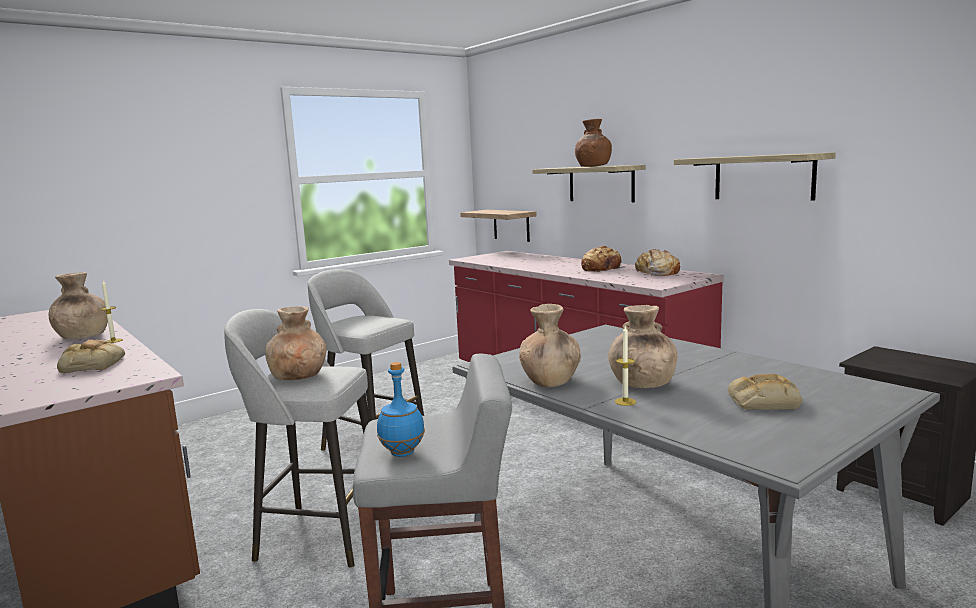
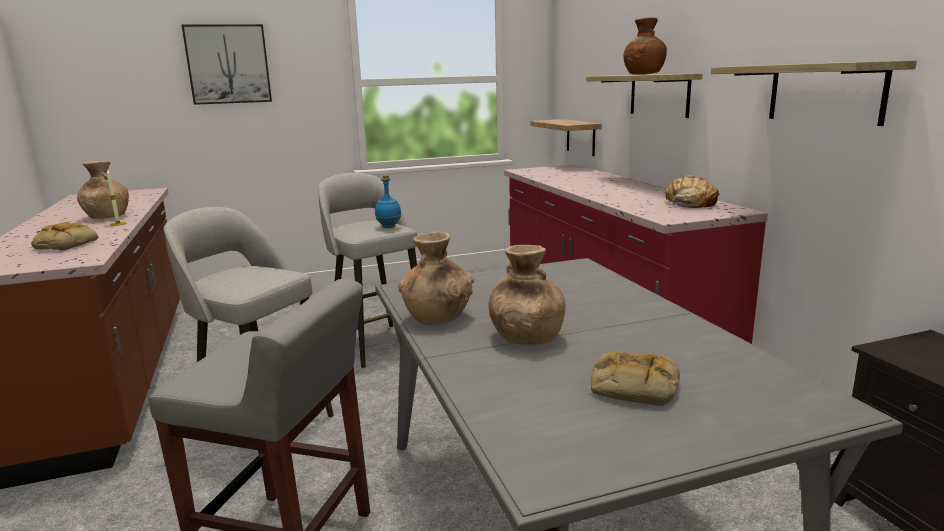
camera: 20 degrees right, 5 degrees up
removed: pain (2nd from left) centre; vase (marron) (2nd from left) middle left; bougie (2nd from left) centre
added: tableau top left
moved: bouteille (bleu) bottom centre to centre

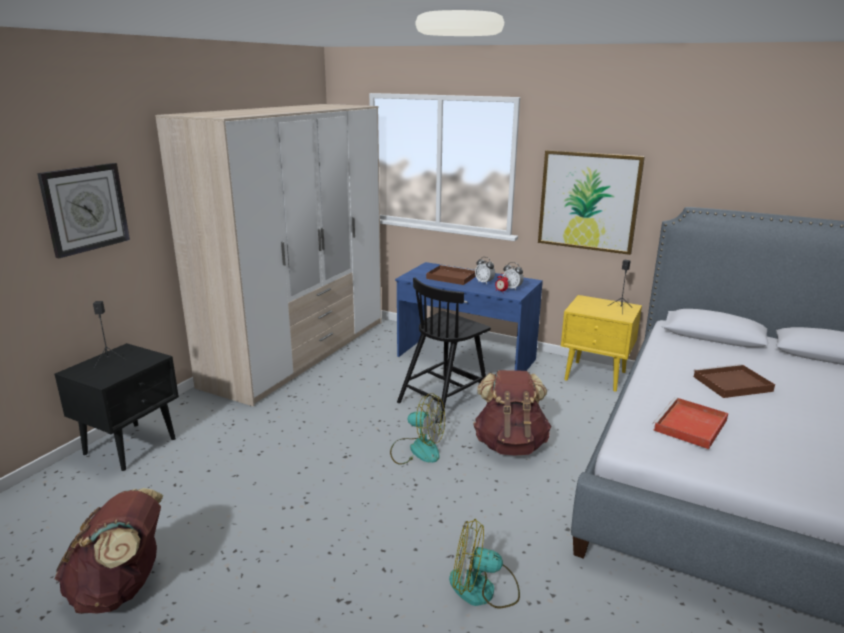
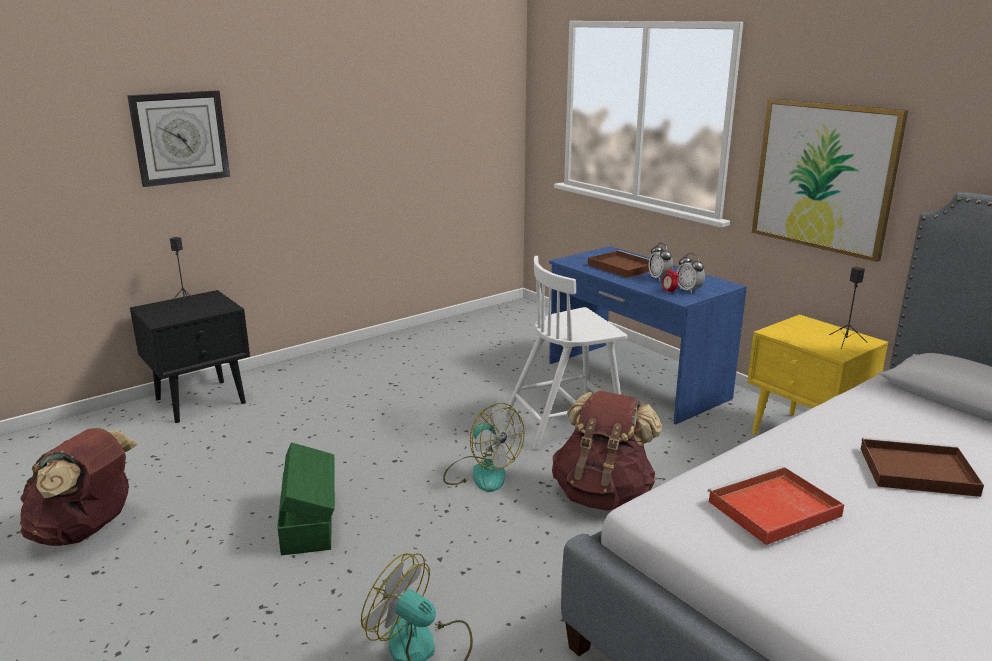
camera: 25 degrees right, 0 degrees up
removed: armoire middle left
added: boîte de rangement (vert) bottom left
recoloured: chaise (noir) centre to chaise (blanc) centre

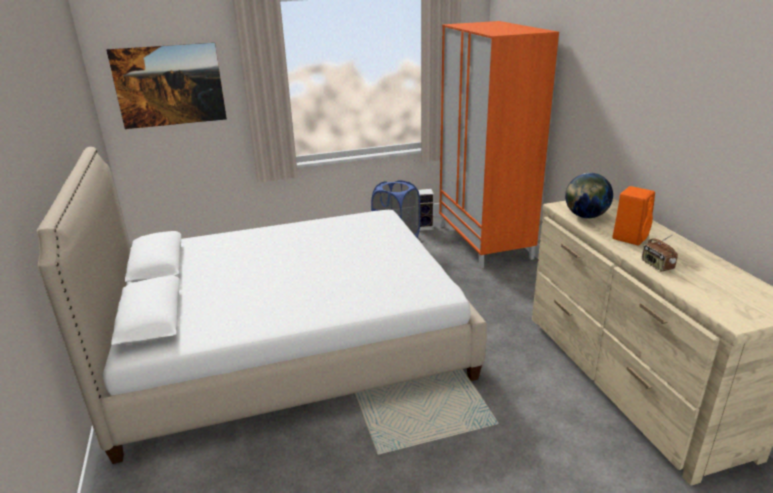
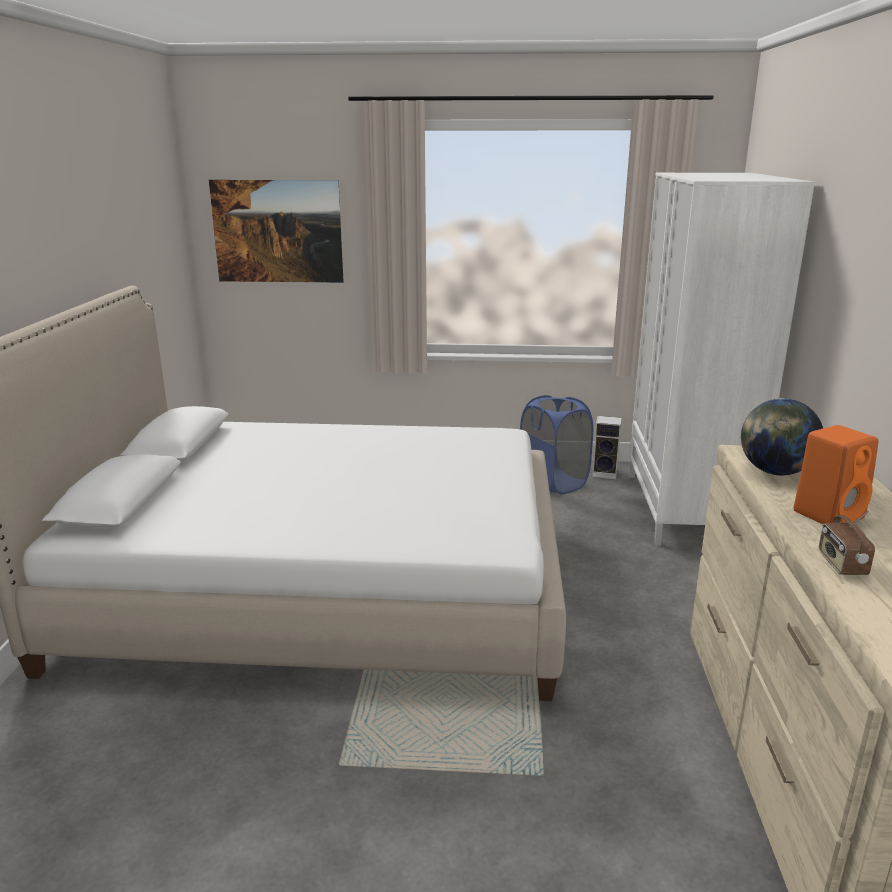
camera: 20 degrees right, 5 degrees down
recoloured: armoire (orange) top centre to armoire (blanc) middle right

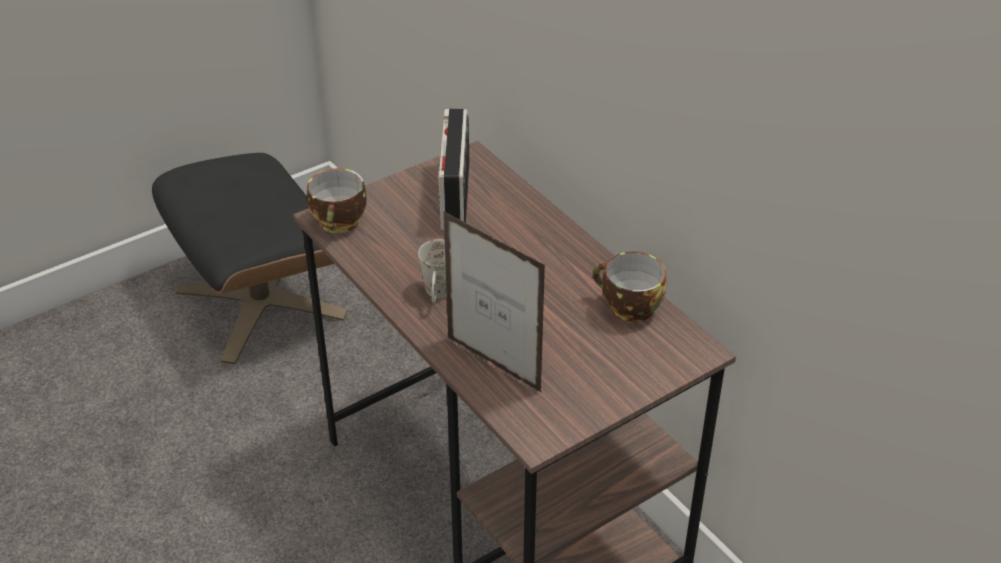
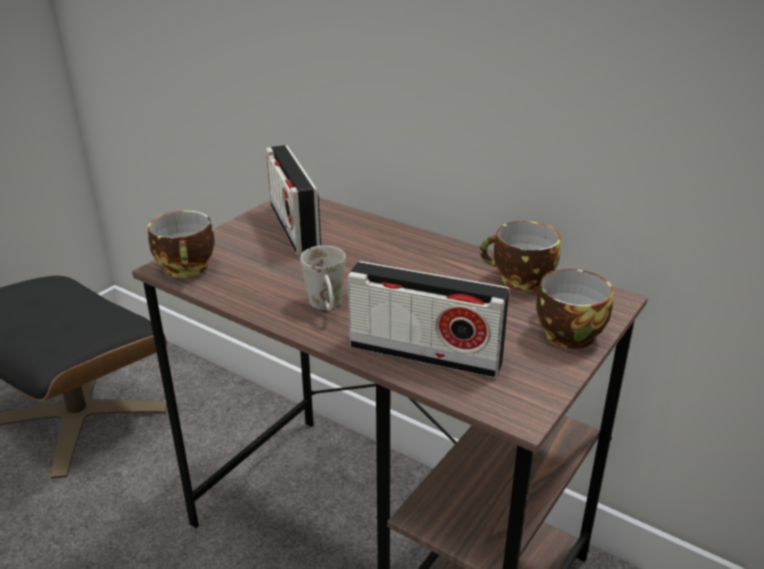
camera: 20 degrees left, 10 degrees down
added: tasse (3rd from left) middle right
replaced: cadre photo centre to radio (2nd from left) centre

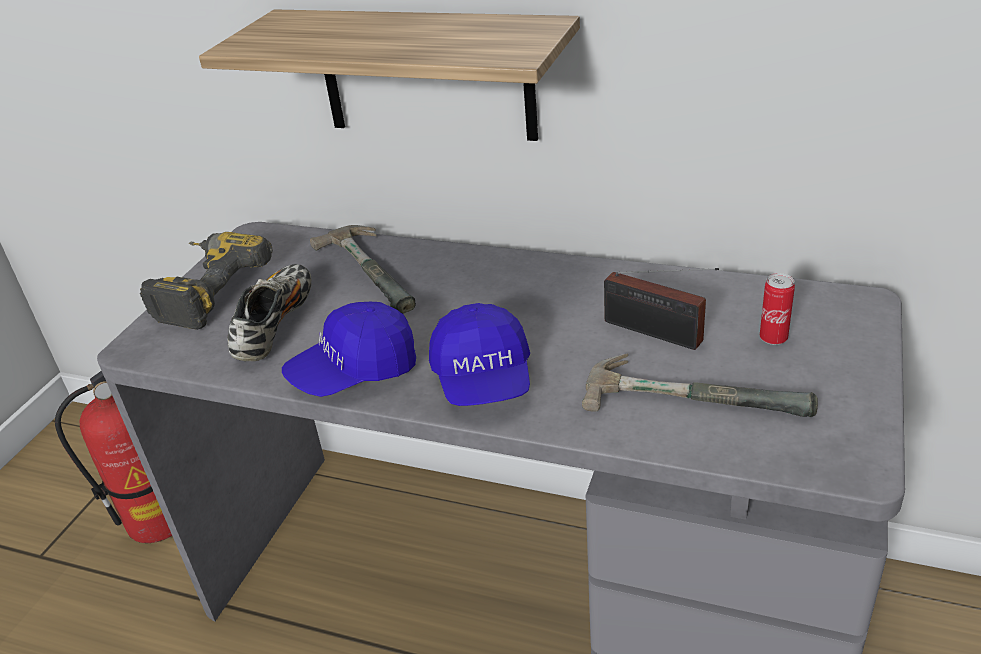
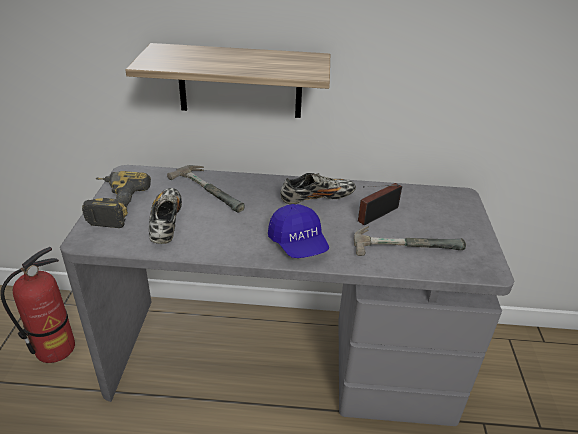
camera: 20 degrees left, 0 degrees up
removed: boîte métallique middle right; casquette (bleu) (1st from left) centre
added: chaussure (2nd from left) centre
turned: radio middle right = centre 120 degrees clockwise

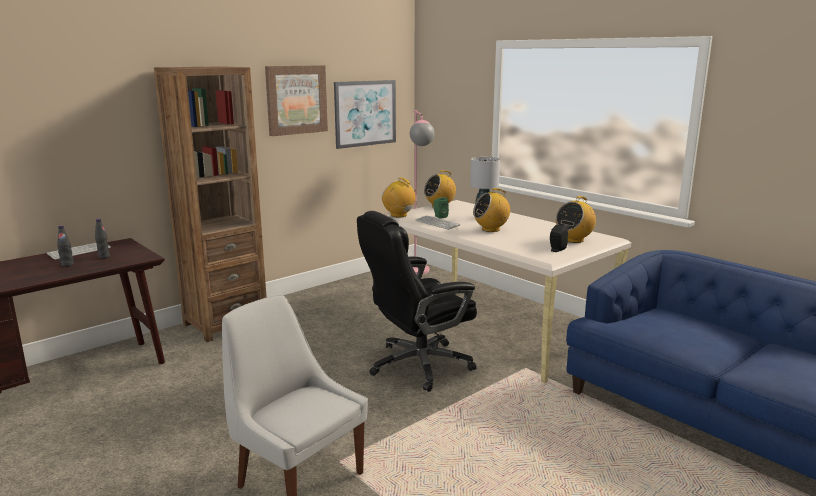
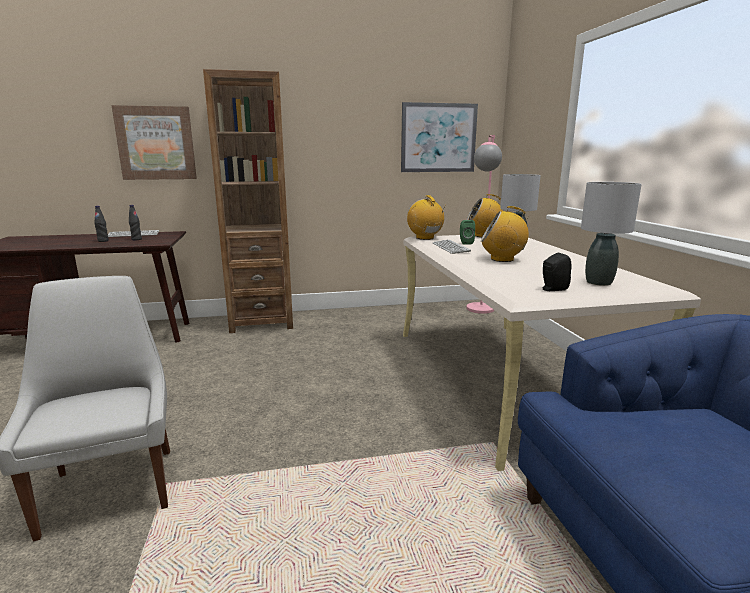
camera: 30 degrees right, 0 degrees up
removed: chaise de bureau (noir) centre
moved: tableau (1st from left) top centre to top left
replaced: radio (4th from left) middle right to lampe de table (gris) (2nd from left) middle right

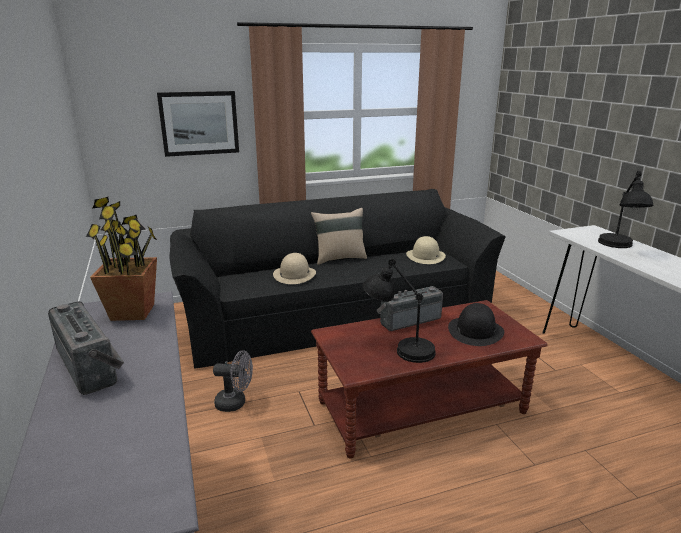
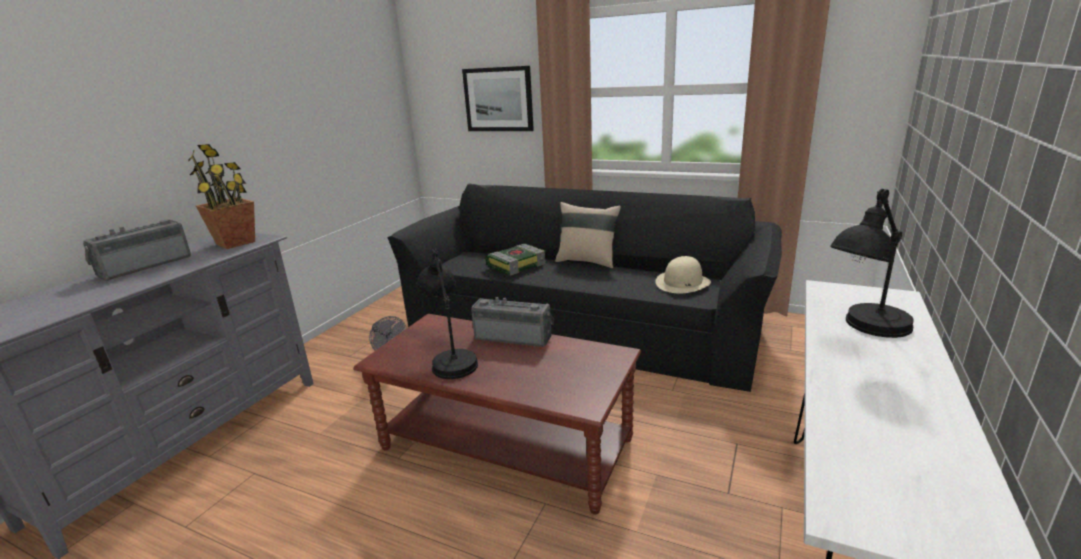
camera: 45 degrees right, 0 degrees up
removed: chapeau (noir) middle right
replaced: chapeau (beige) (1st from left) centre to livre centre
turned: radio (1st from left) middle left = middle left 150 degrees counterclockwise

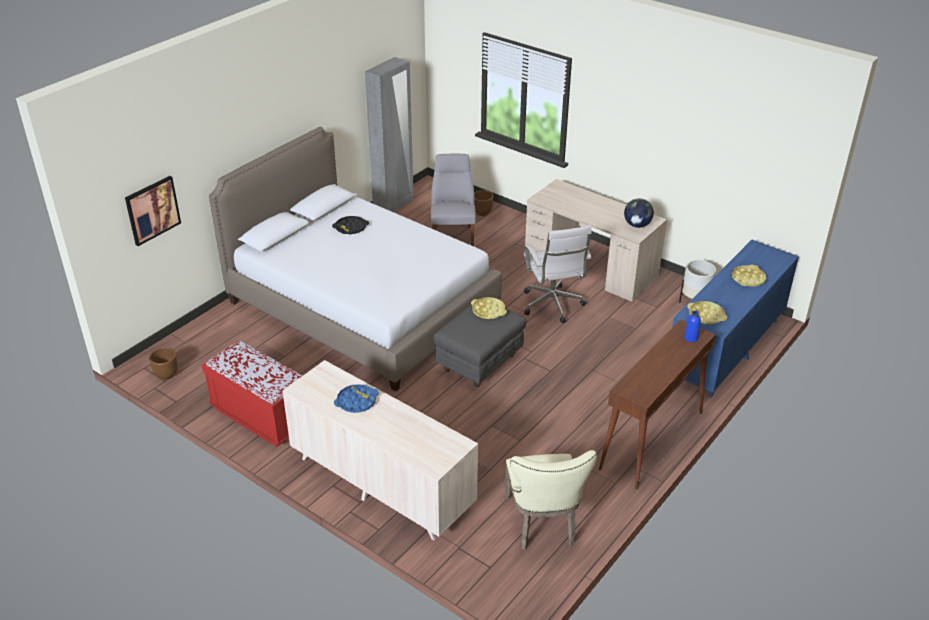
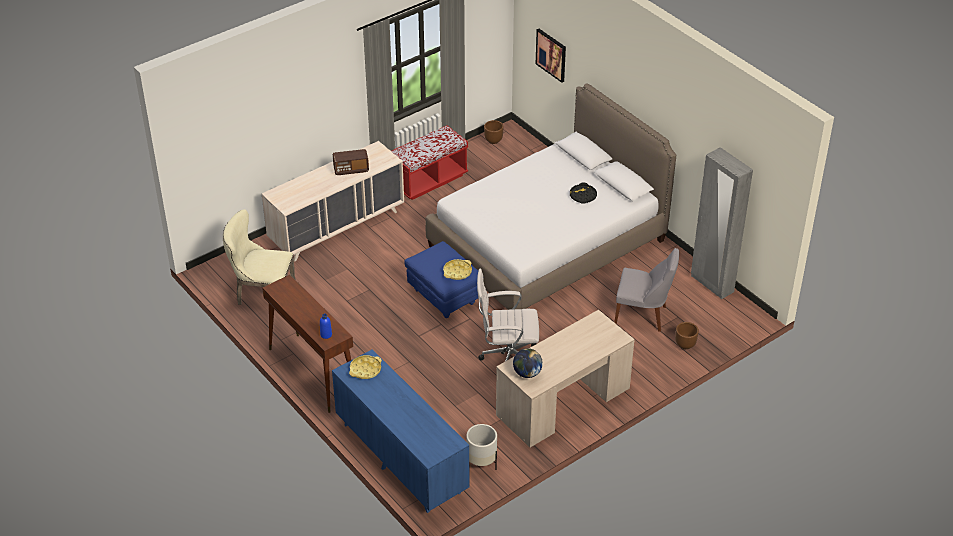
camera: 105 degrees right, 5 degrees up
removed: plateau (jaune) (3rd from left) middle right
replaced: plateau (bleu) centre to radio top centre
recoloured: pouf (gris) centre to pouf (bleu) centre

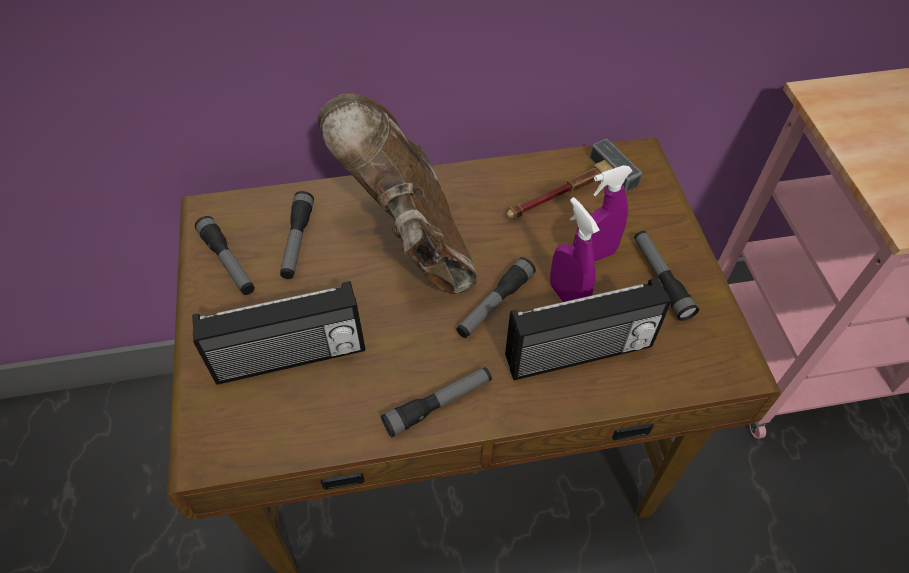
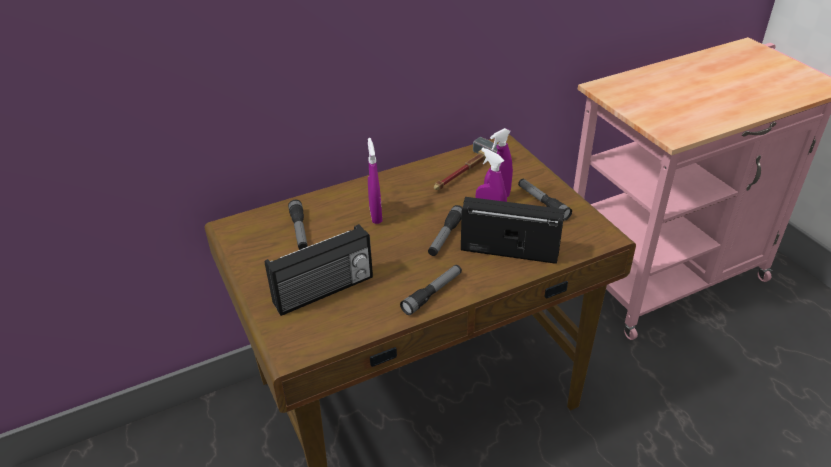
camera: 15 degrees left, 15 degrees down
removed: lampe de poche (1st from left) middle left
replaced: botte (marron) centre to vaporisateur (violet) (1st from left) centre
turned: radio (2nd from left) centre = centre 135 degrees counterclockwise

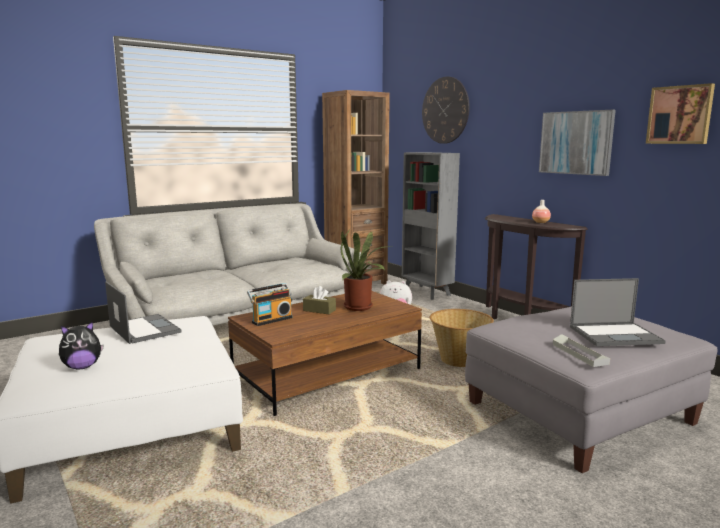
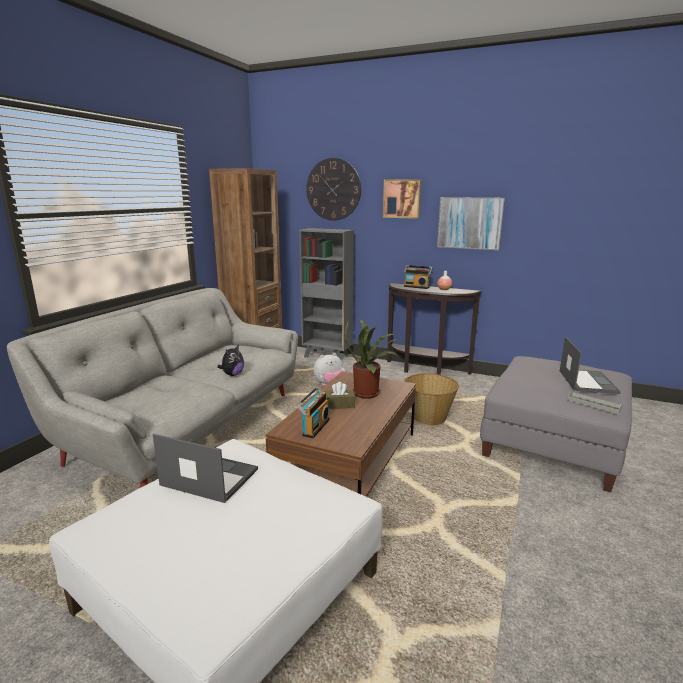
camera: 30 degrees left, 5 degrees up
added: radio (2nd from left) centre
moved: tableau (2nd from left in the first image) top right to tableau (1st from left) top centre; peluche (1st from left) middle left to centre
turned: ordinateur portable (2nd from left) middle right = middle right 45 degrees counterclockwise

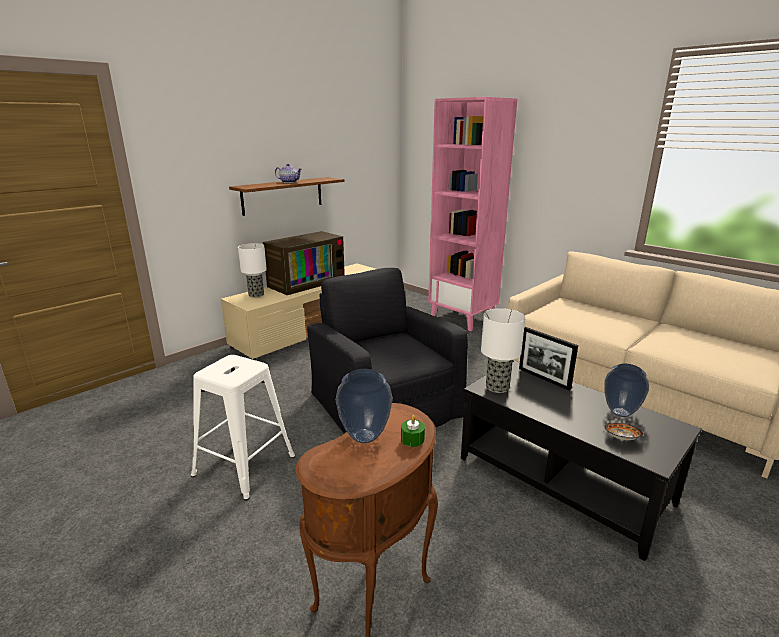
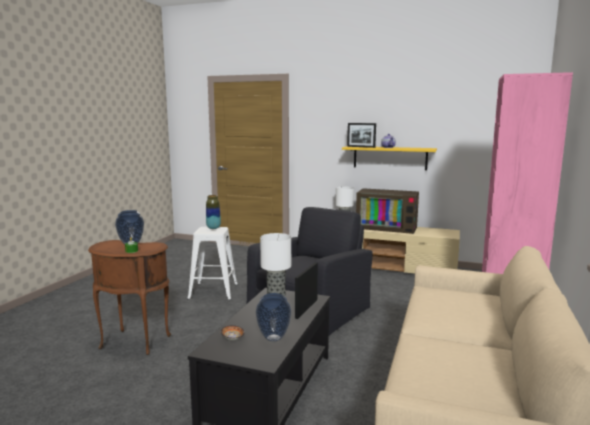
camera: 65 degrees right, 10 degrees down
added: cadre photo (2nd from left) top centre; vase (2nd from left) centre
recoloured: étagère (marron) top centre to étagère (jaune) centre

